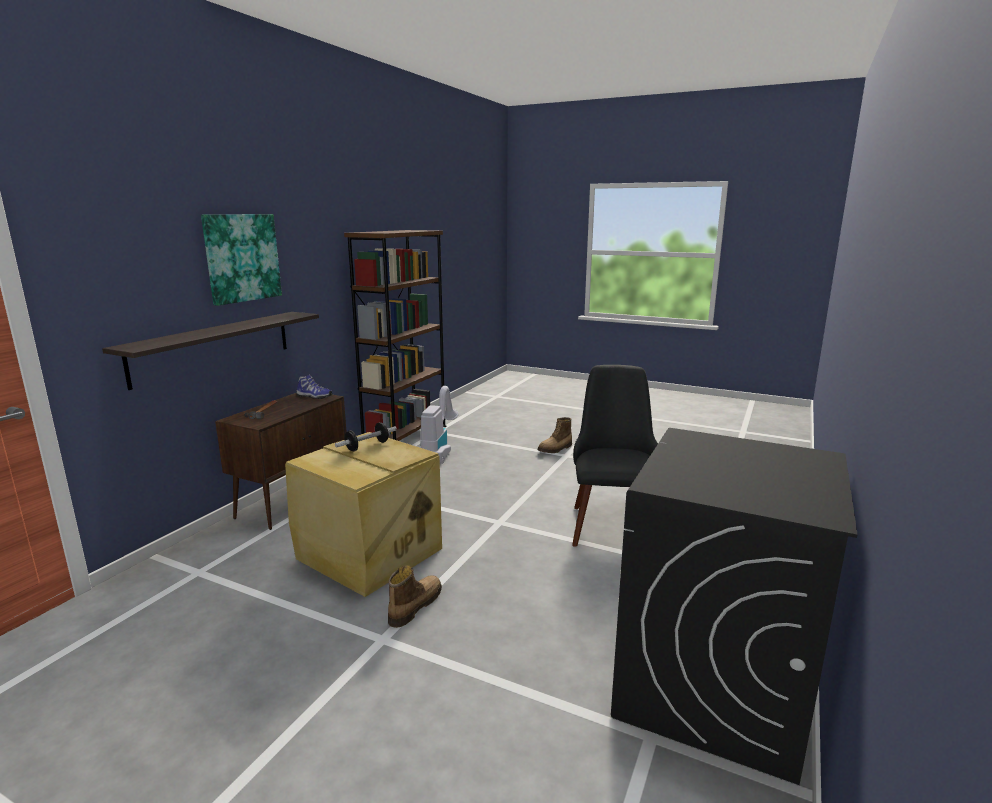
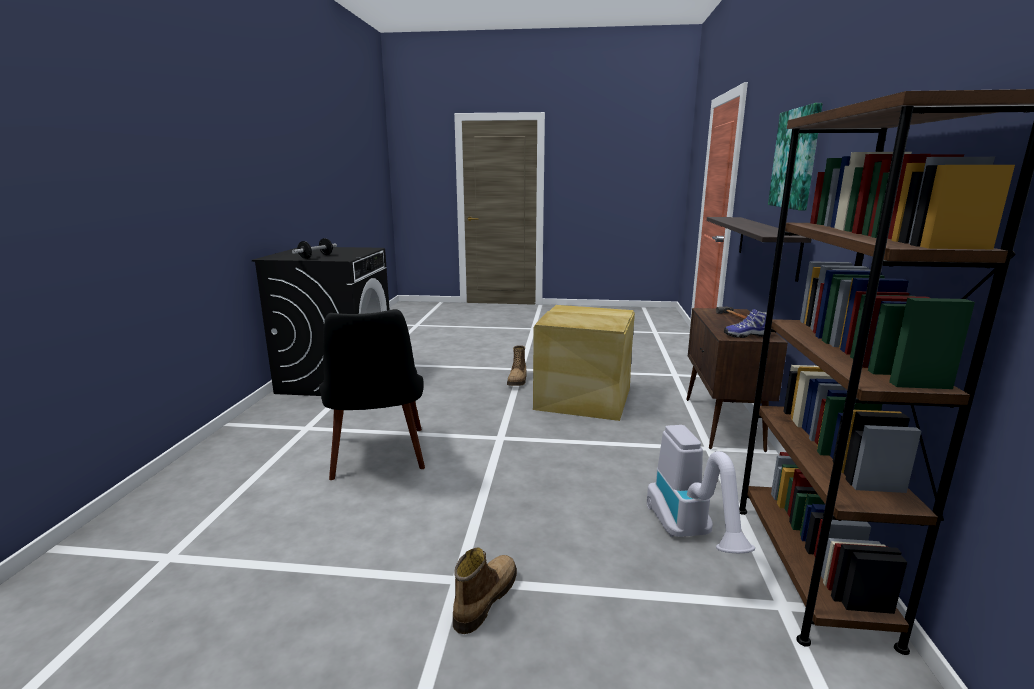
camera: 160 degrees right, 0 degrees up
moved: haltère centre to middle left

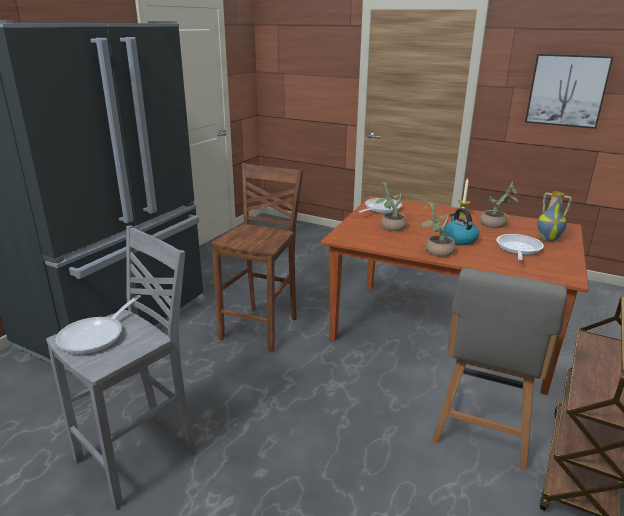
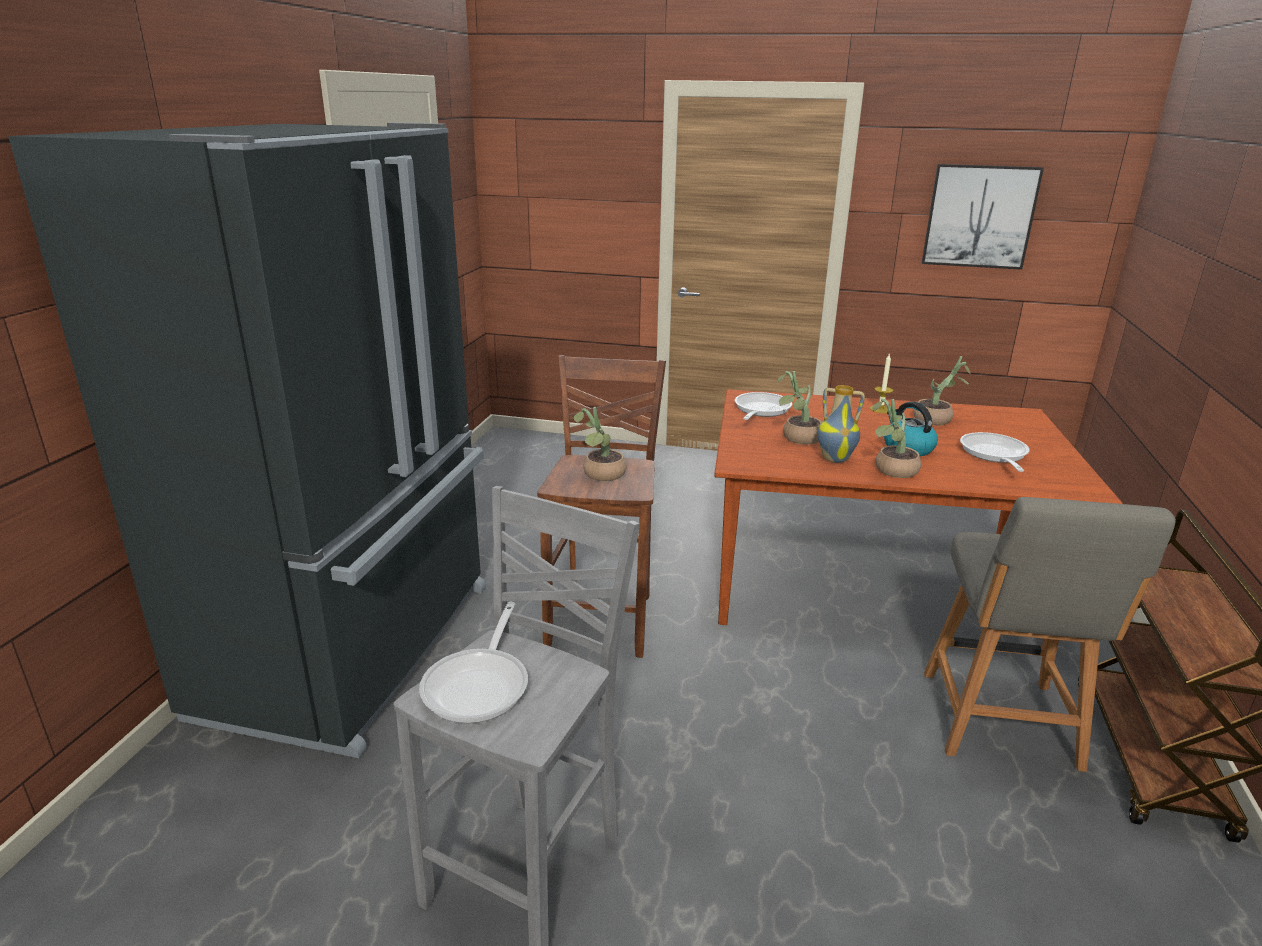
camera: 15 degrees left, 0 degrees up
added: plante en pot (1st from left) centre
moved: vase middle right to centre

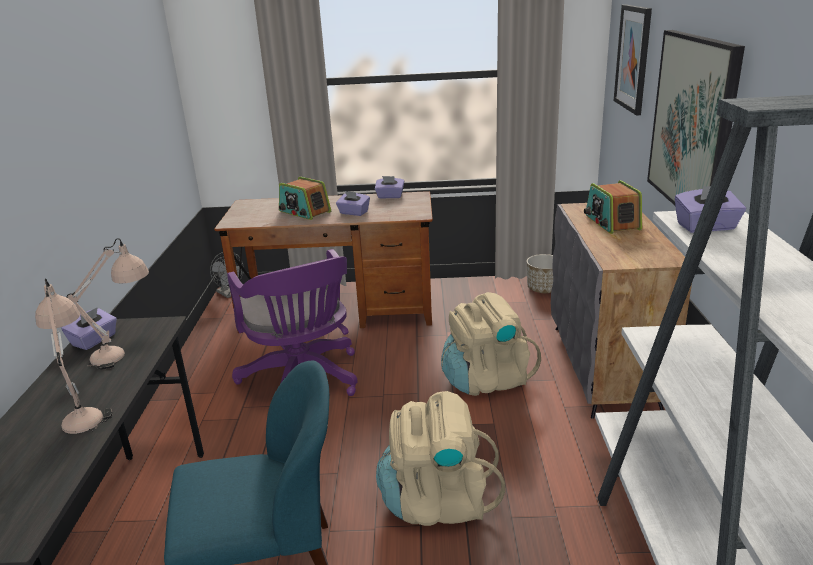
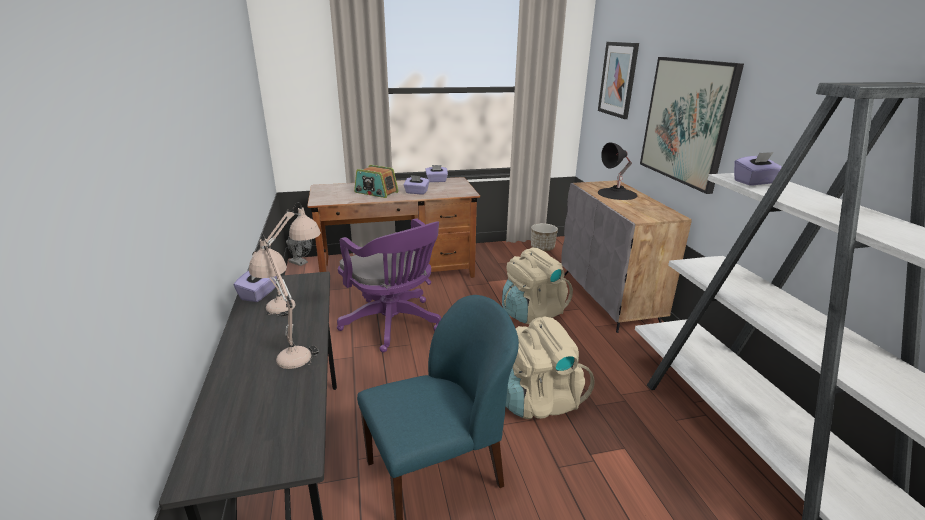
camera: 15 degrees left, 0 degrees up
replaced: radio (2nd from left) middle right to lampe de table (noir) top right

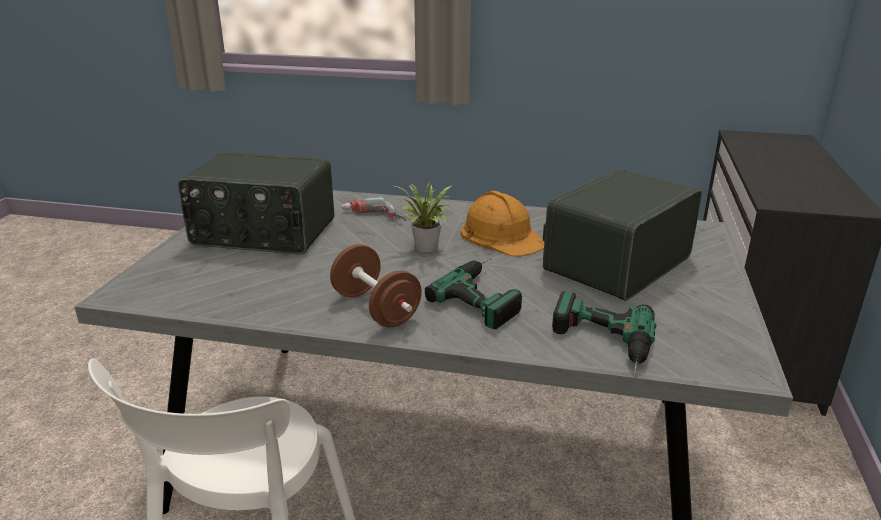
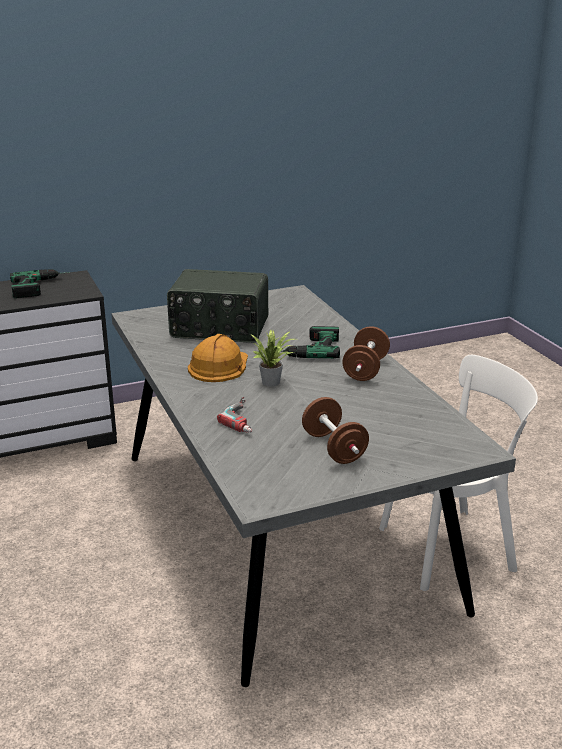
camera: 125 degrees left, 0 degrees up
moved: perceuse (3rd from left in the first image) middle right to perceuse (1st from left) middle left
replaced: radio (1st from left) middle left to haltère (marron) (1st from left) centre

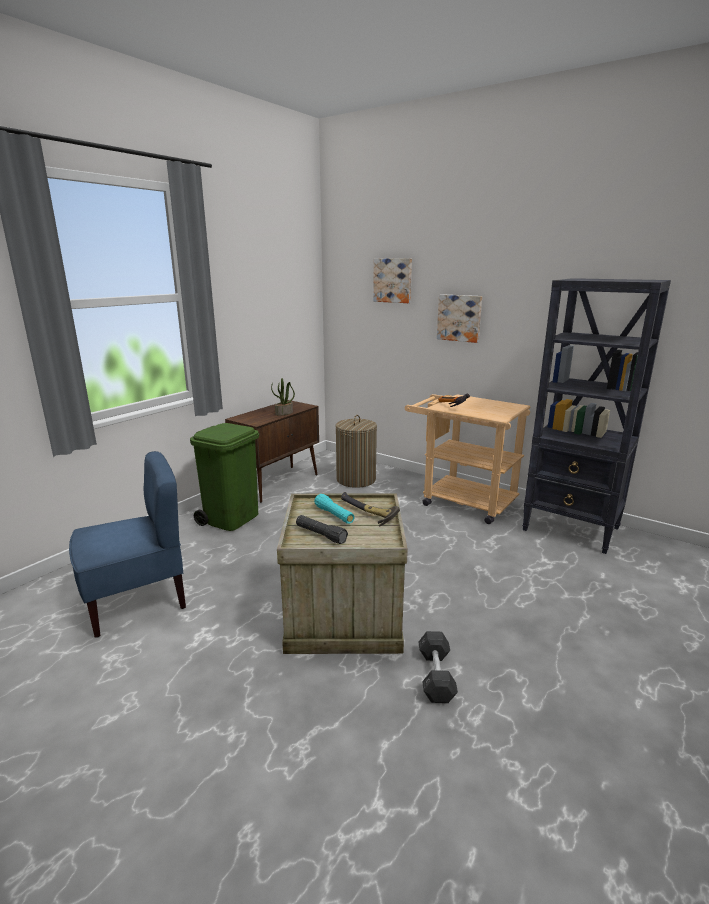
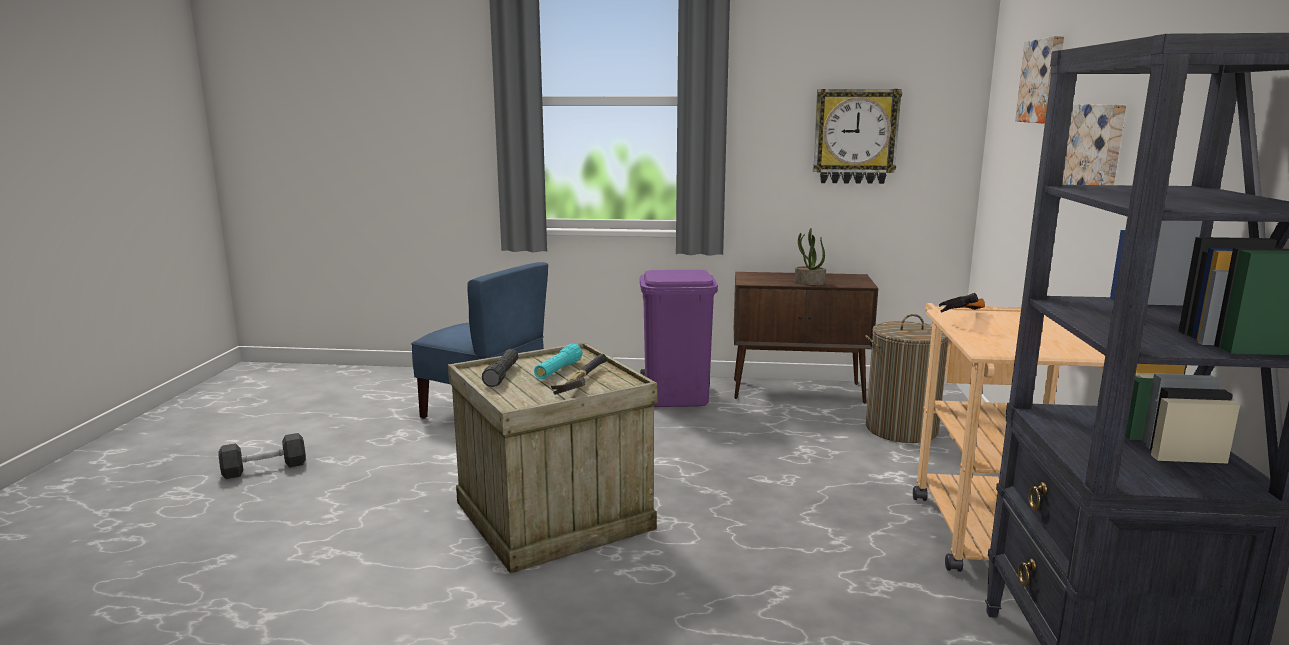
camera: 60 degrees right, 5 degrees down
added: horloge murale top centre
moved: haltère (gris) bottom centre to bottom left
recoloured: poubelle (vert) middle left to poubelle (violet) centre

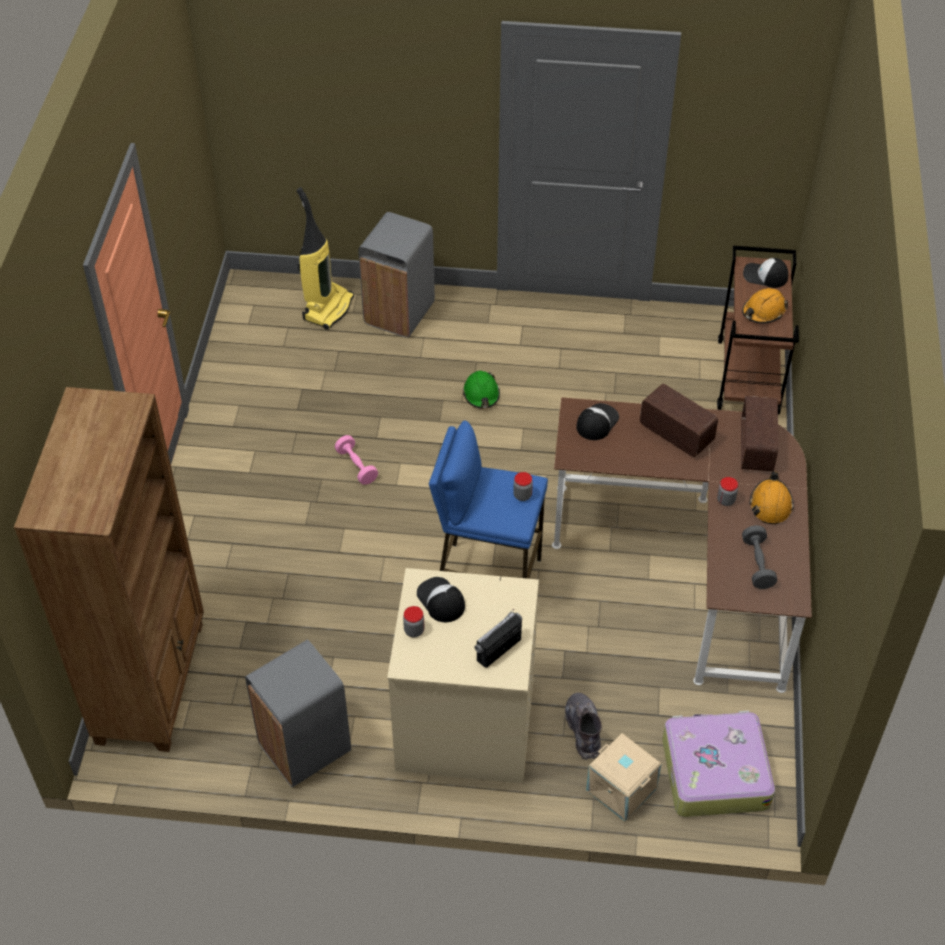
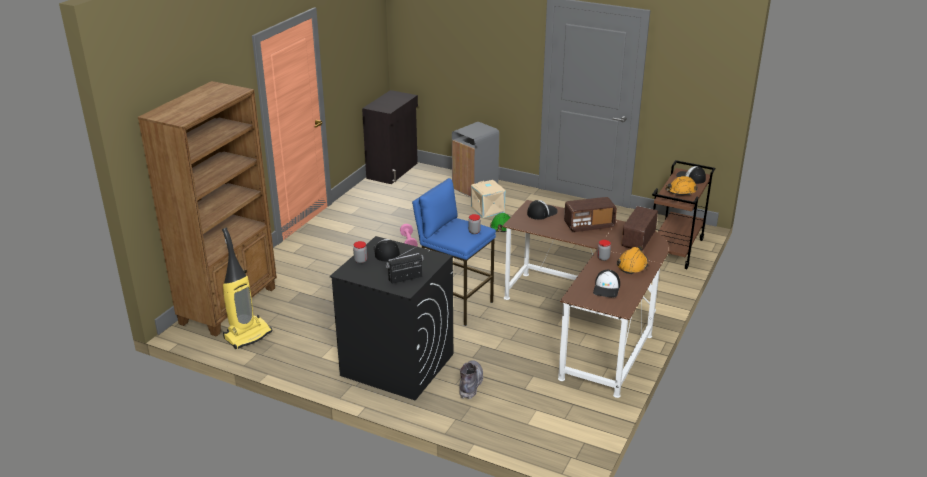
camera: 20 degrees right, 20 degrees down
removed: poubelle (gris) (1st from left) bottom left; valise bottom right
added: meuble de rangement (noir) top centre
moved: aspirateur top centre to middle left; boîte de rangement (beige) bottom centre to centre
replaced: haltère (gris) middle right to casquette (3rd from left) centre
recoloured: lave-linge (beige) bottom centre to lave-linge (noir) bottom centre
turned: radio (2nd from left) middle right = centre 105 degrees clockwise

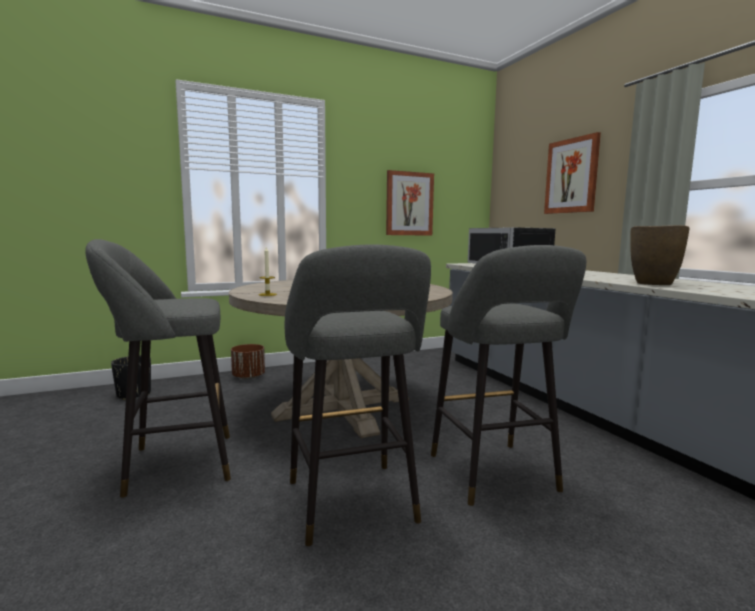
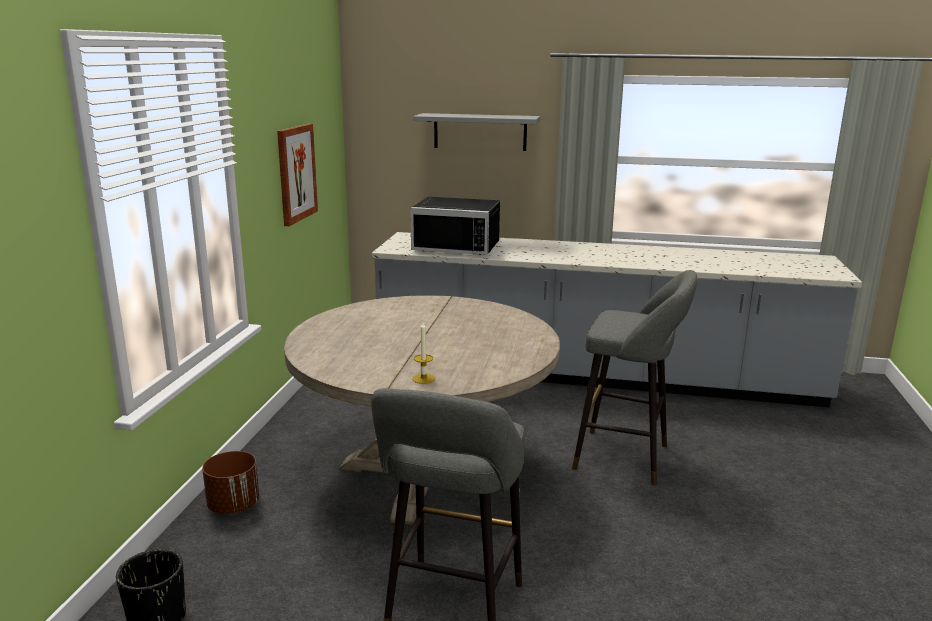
camera: 55 degrees left, 10 degrees up
removed: vase (marron) middle right; tabouret (gris) (2nd from left) centre
replaced: tableau (2nd from left) top right to étagère (gris) top centre

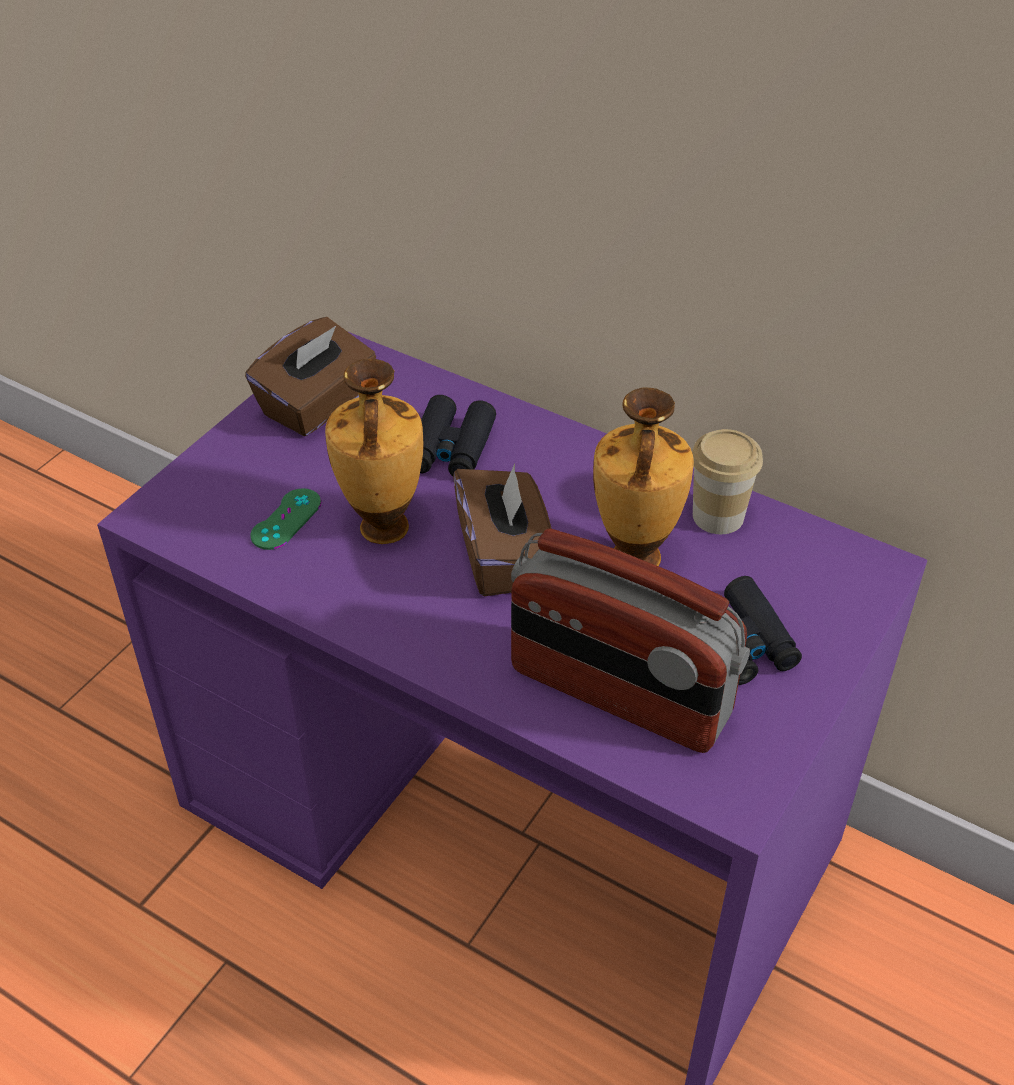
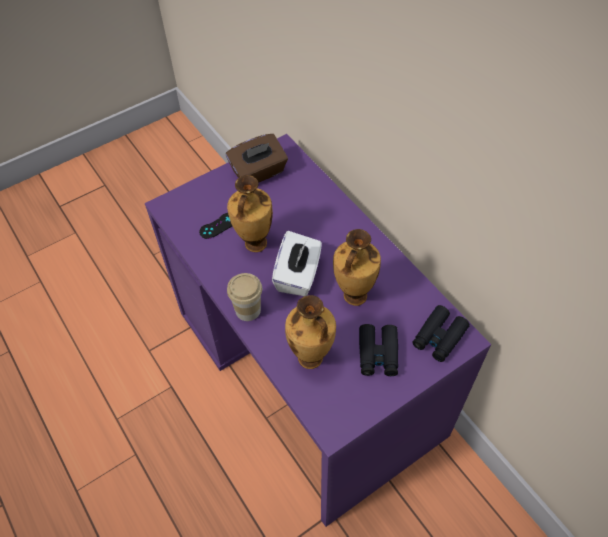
camera: 25 degrees right, 10 degrees up
moved: jumelles (noir) (1st from left in the first image) centre to jumelles (noir) (2nd from left) middle right; tasse middle right to centre
replaced: radio centre to vase (2nd from left) centre
recoloured: boîte à mouchoirs (marron) (2nd from left) centre to boîte à mouchoirs (blanc) centre; manette (vert) middle left to manette (noir) centre

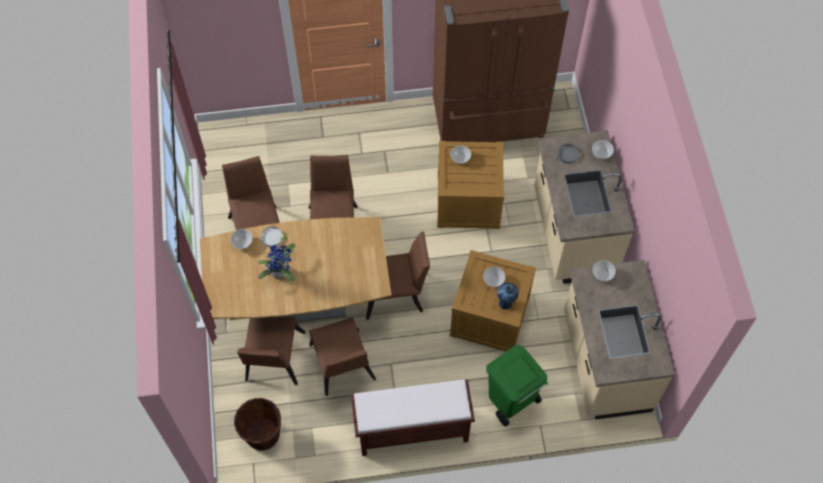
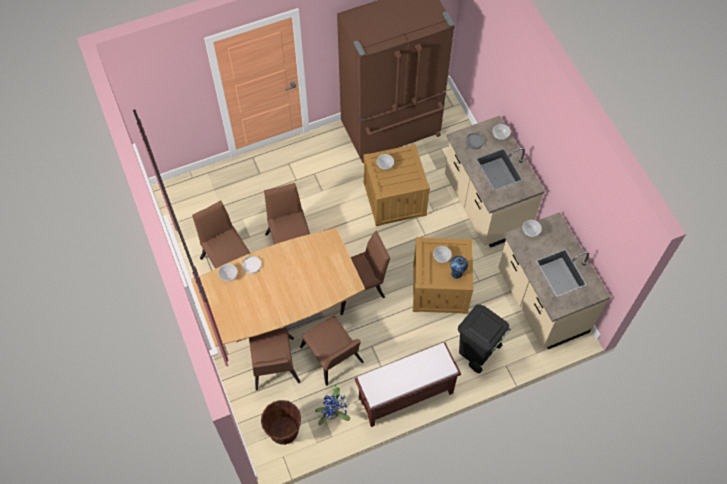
camera: 15 degrees left, 0 degrees up
moved: plante en pot centre to bottom centre
recoloured: poubelle (vert) bottom centre to poubelle (noir) bottom centre

